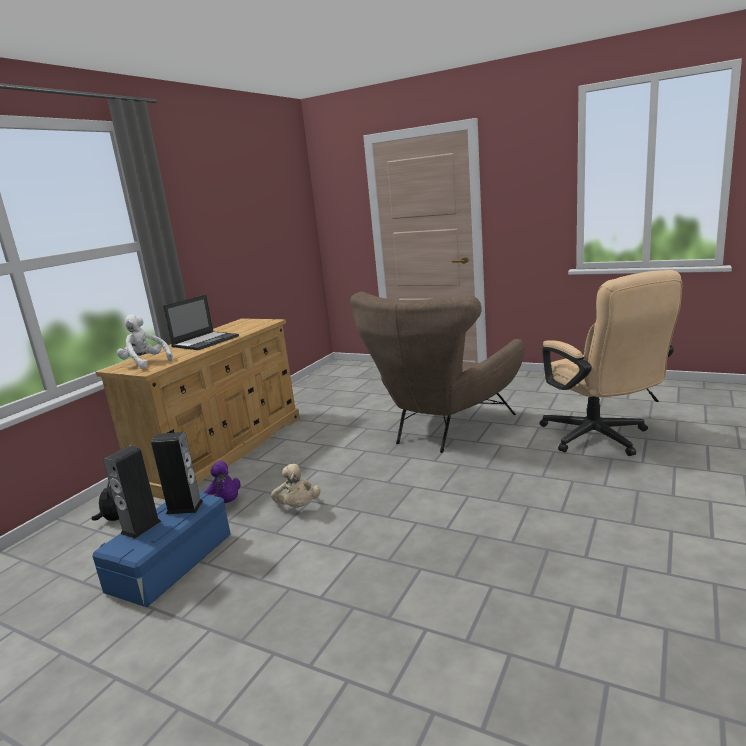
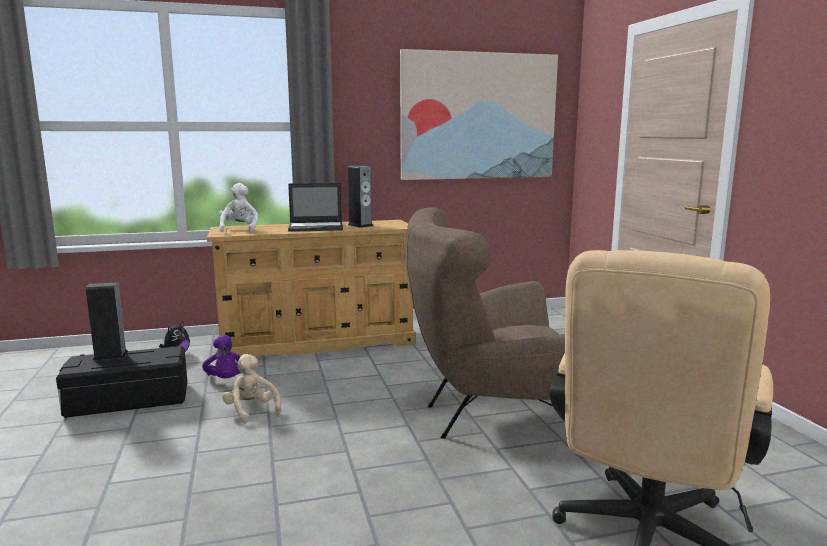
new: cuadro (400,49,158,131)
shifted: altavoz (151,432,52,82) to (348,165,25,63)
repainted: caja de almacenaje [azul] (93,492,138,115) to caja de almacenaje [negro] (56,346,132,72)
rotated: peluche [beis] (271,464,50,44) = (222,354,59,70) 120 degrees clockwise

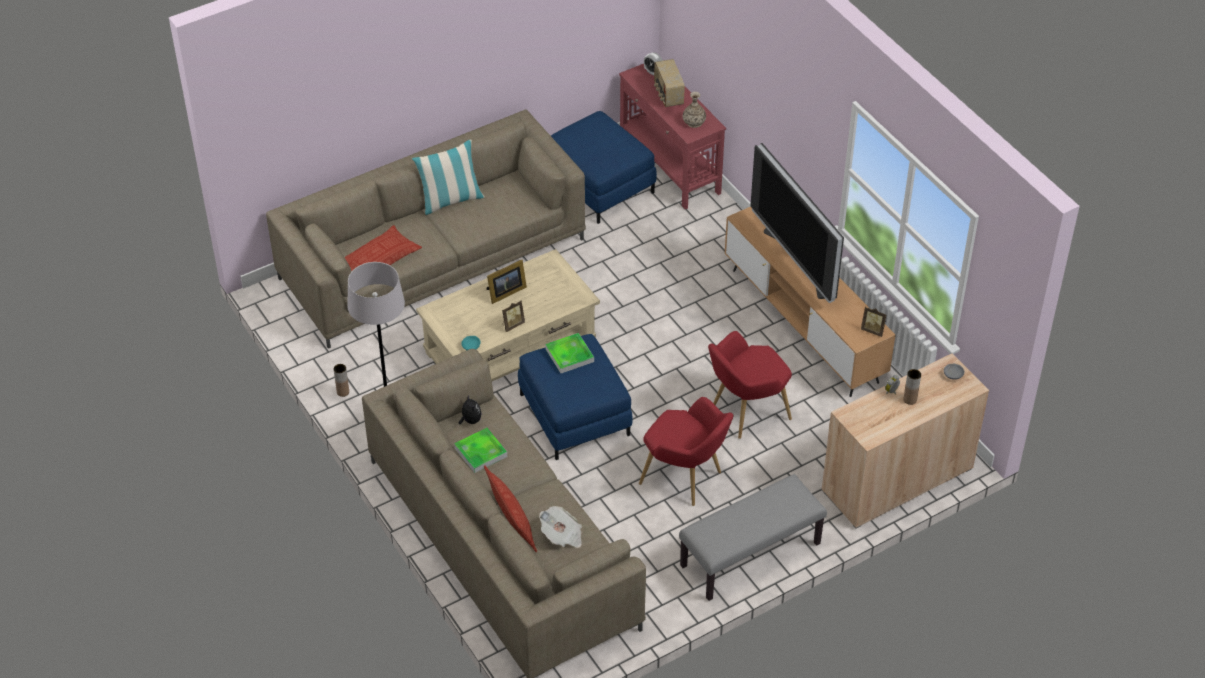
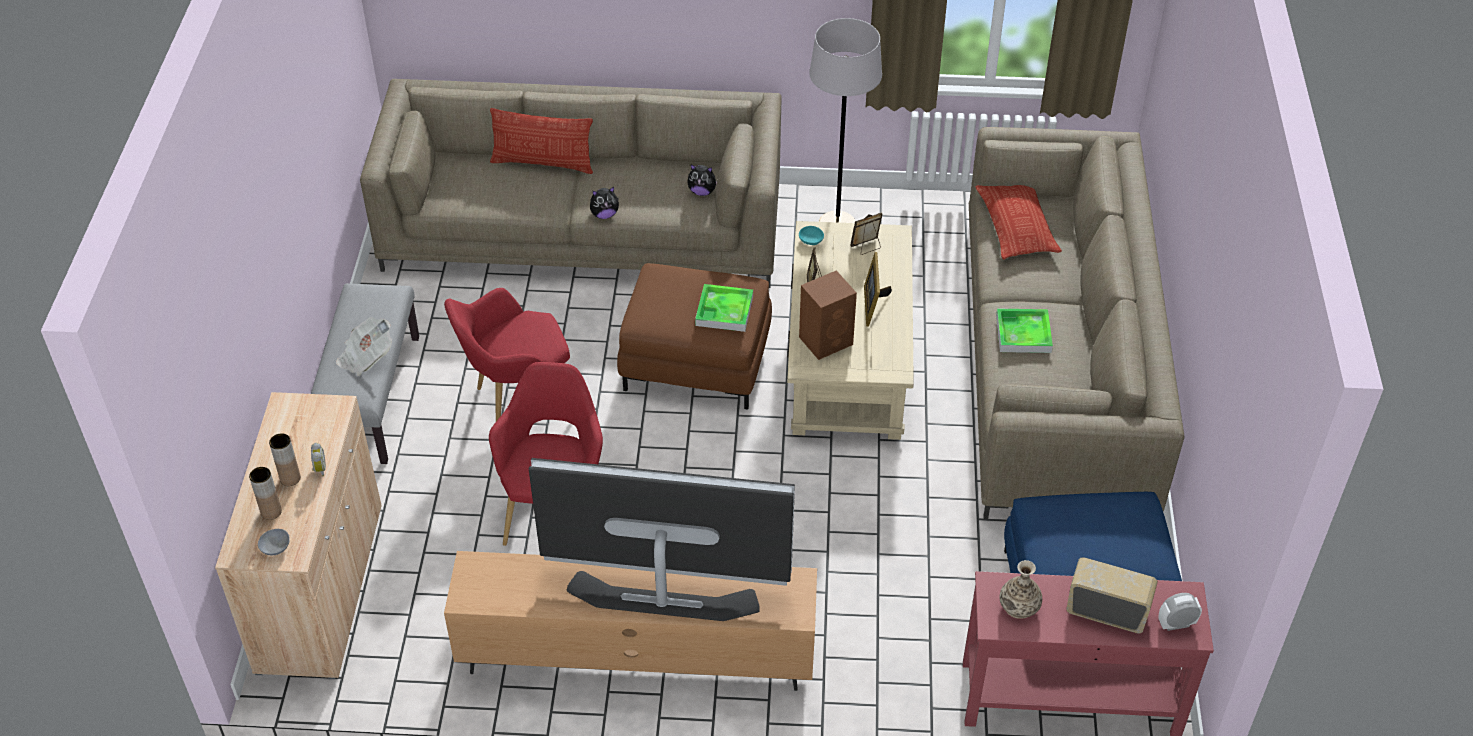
gone: cojín (412,140,73,75)
new: peluche (590,187,29,32); altavoz [marrón] (799,270,58,90)
shifted: florero [marrón] (334,364,15,33) to (249,467,33,53); bandeja (454,428,53,45) to (996,309,57,44); periódico (539,506,43,42) to (336,317,56,59); portarretratos (861,307,26,30) to (850,213,32,42)
repainted: puf [azul] (518,334,115,126) to puf [marrón] (617,263,155,147)

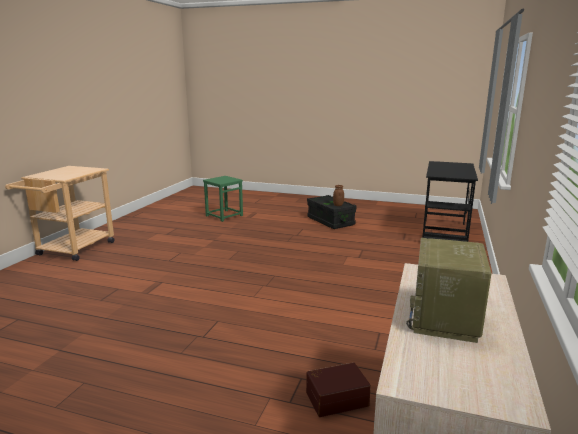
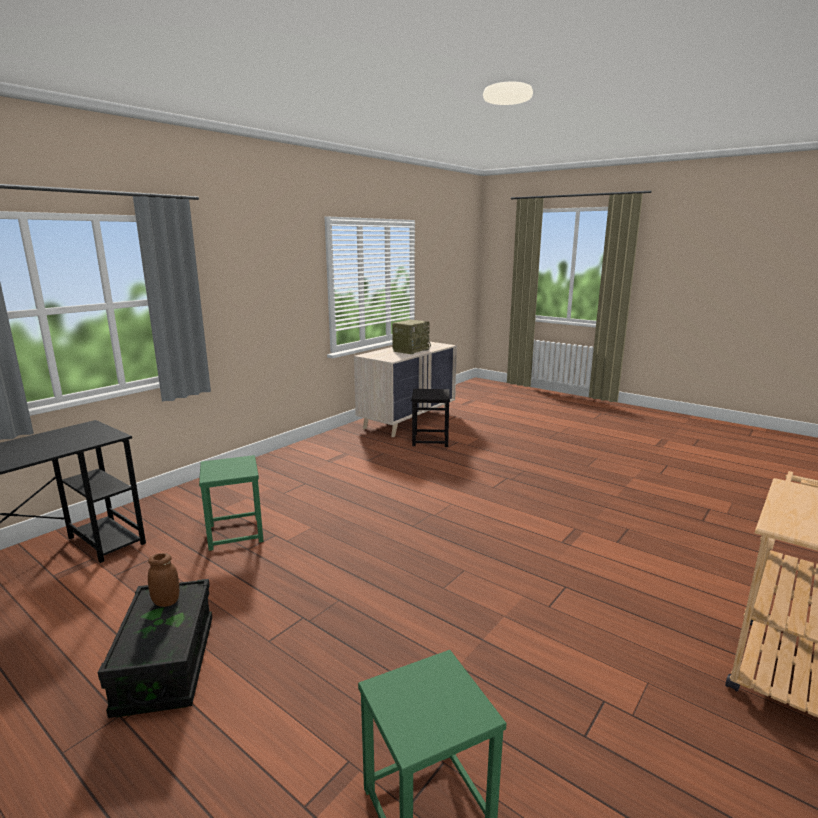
new: taburete [verde] (199,455,65,96)
swapped: caja de almacenaje [marrón] (306,363,65,54) to taburete [negro] (412,389,38,58)

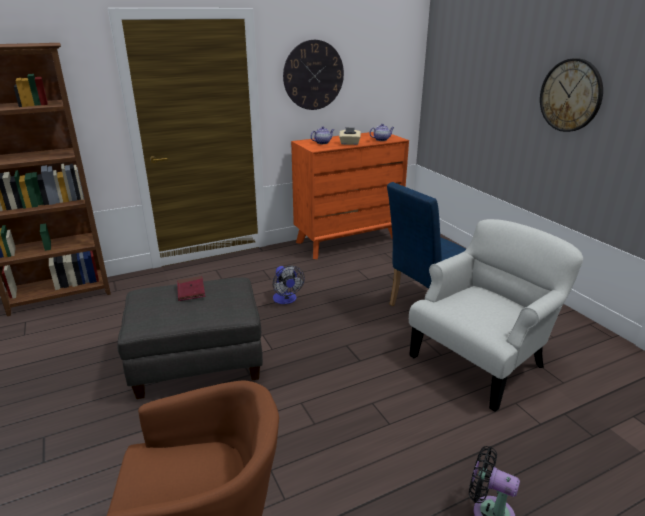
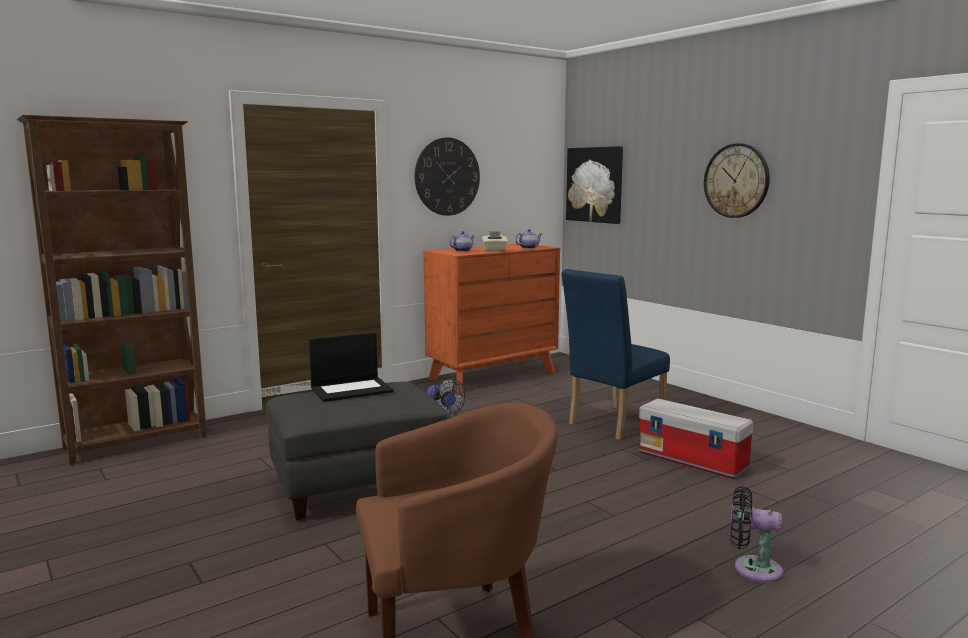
new: cuadro (566,146,57,78)
swapped: libro [rojo] (177,276,28,25) to portátil (309,332,84,70); sillón [blanco] (409,219,174,193) to caja de almacenaje (639,398,115,81)

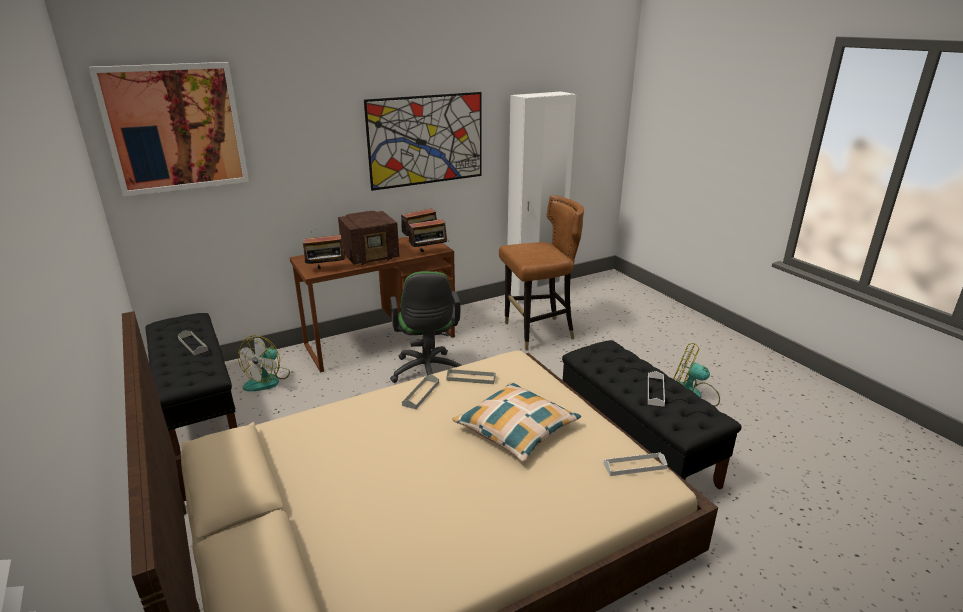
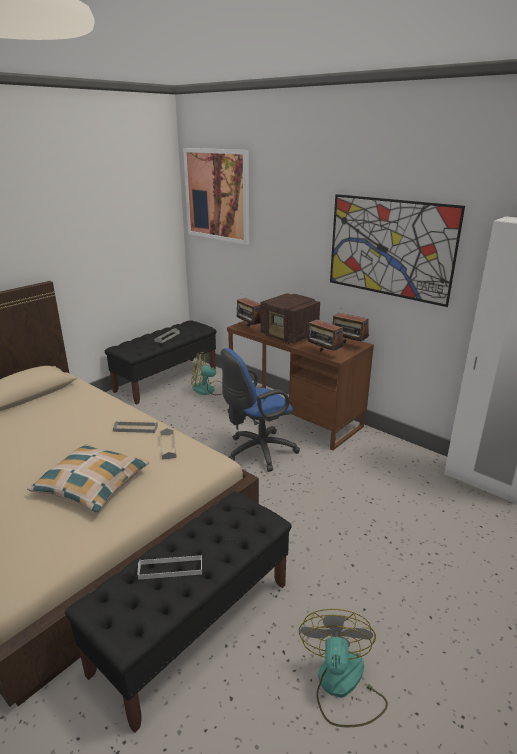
gone: silla [marrón] (499,195,85,155); bandeja [blanco] (603,452,64,24)
repainted: silla de oficina [verde] (390,271,72,112) to silla de oficina [azul] (221,348,79,124)

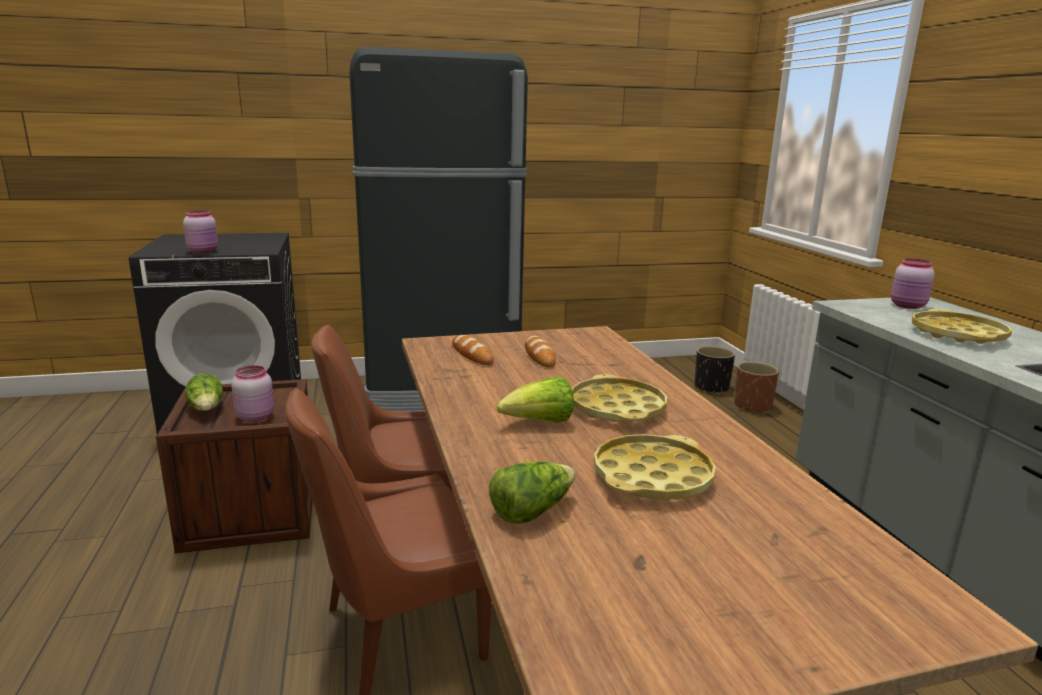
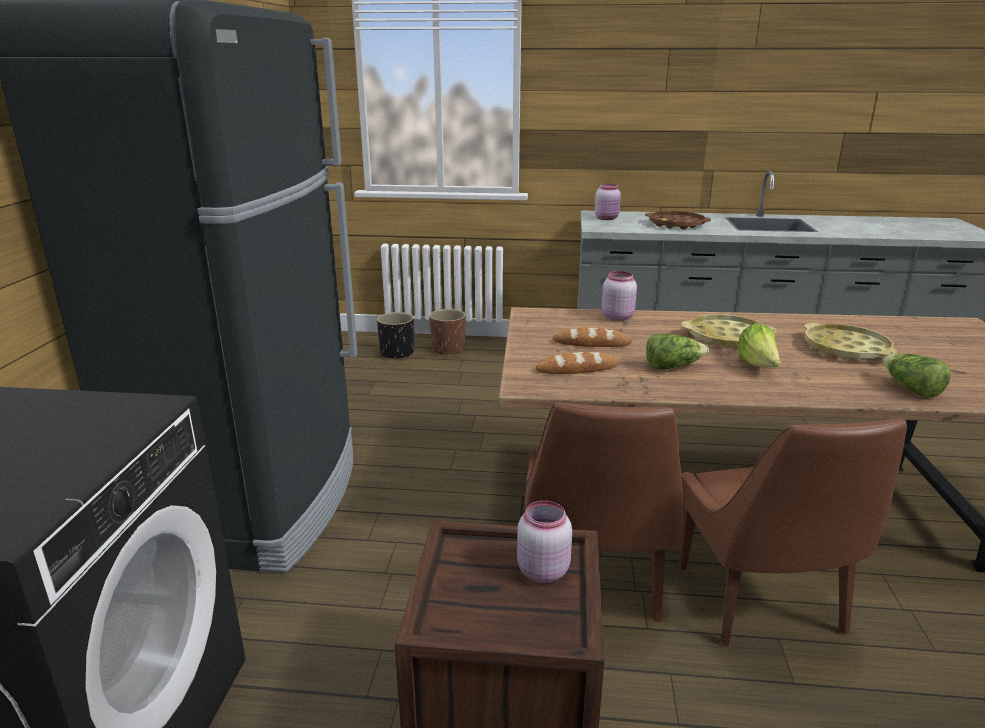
shifted: tarro [rosa] (183,210,35,43) to (602,271,35,50); lechuga (185,373,38,38) to (646,334,63,36)
repainted: bandeja [amarillo] (912,309,100,35) to bandeja [marrón] (645,211,66,19)

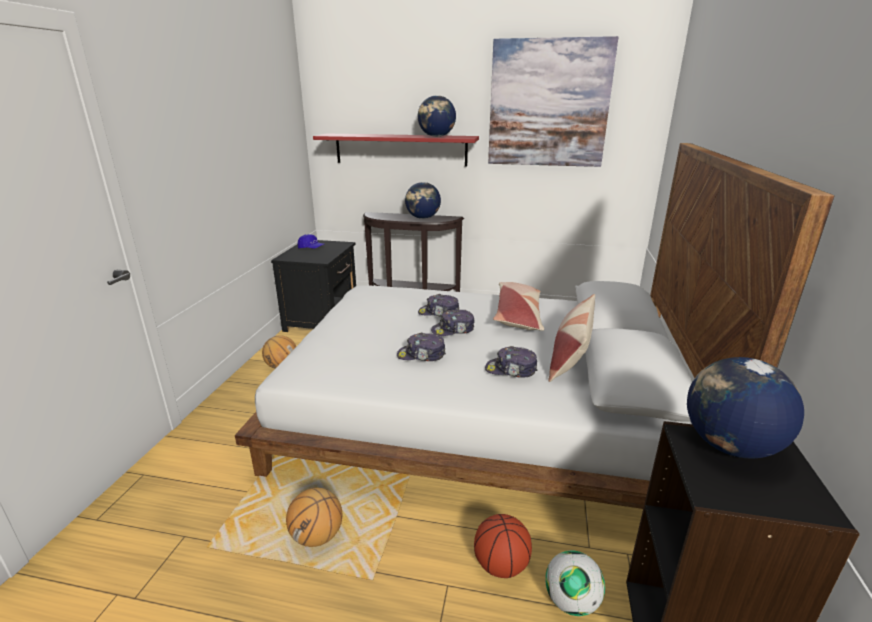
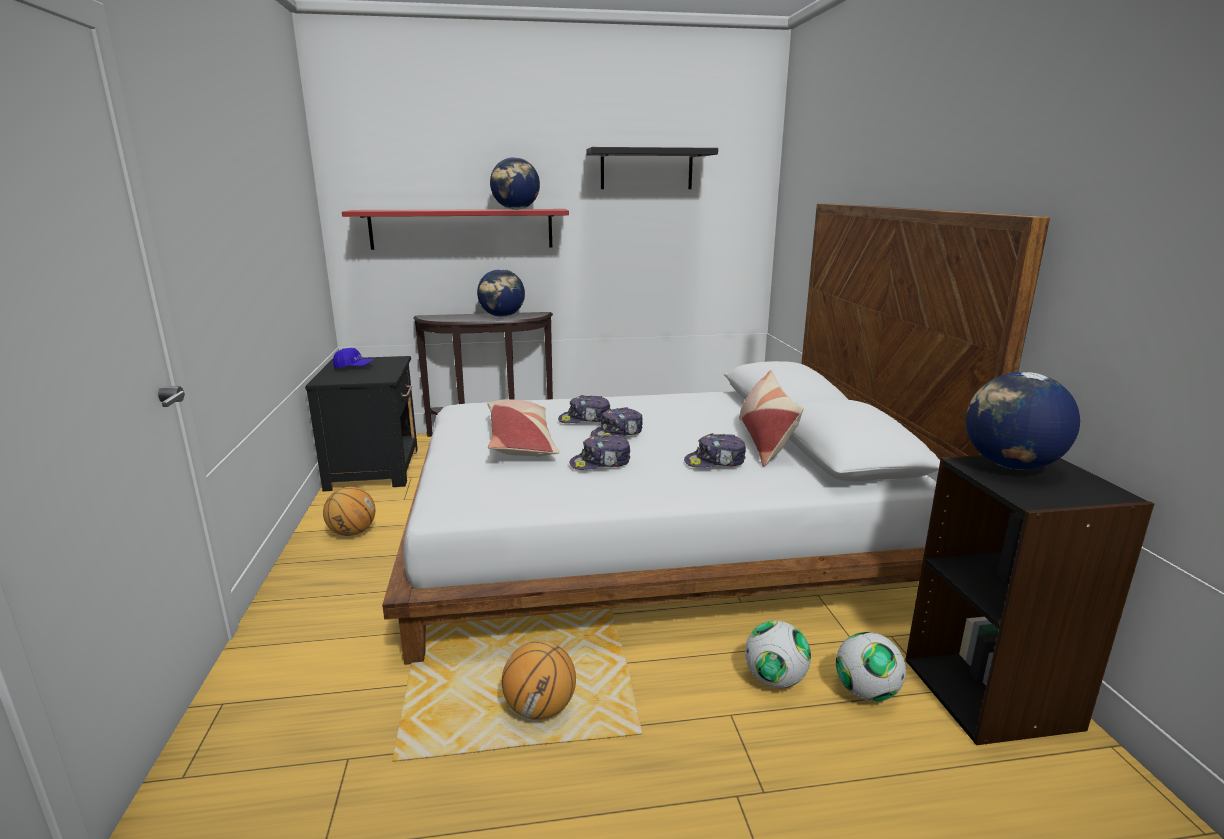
shifted: cojín (493,282,51,49) to (488,399,72,58)
swapped: balón de baloncesto (474,514,58,64) to balón de fútbol (745,621,66,67); cuadro (488,36,130,131) to estante [negro] (586,147,132,42)

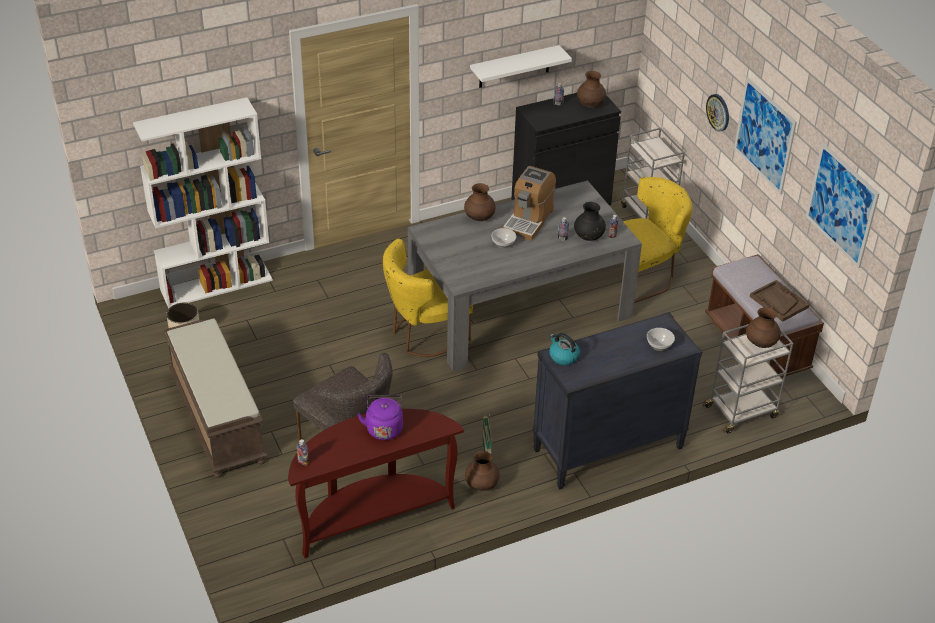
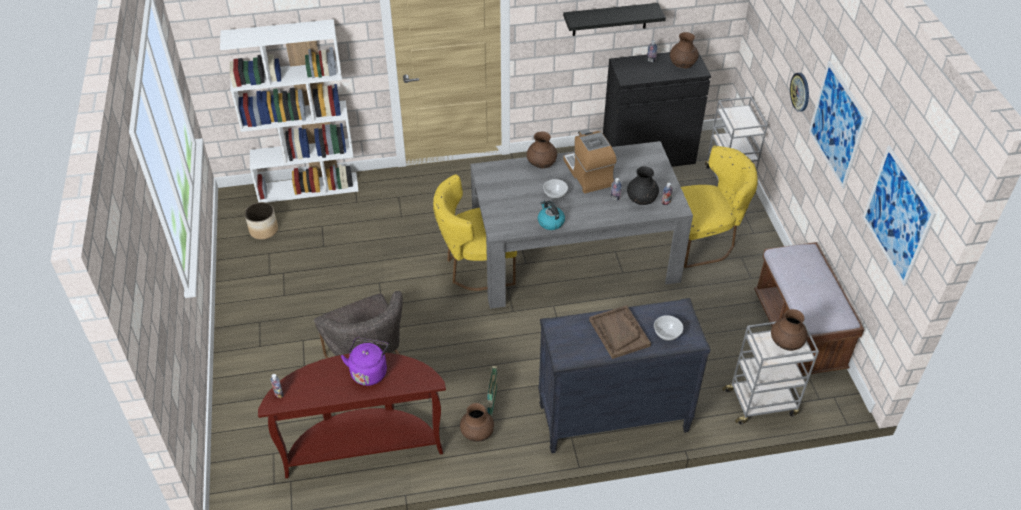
gone: banco [marrón] (163,318,104,160)
shifted: hervidor (549,333,31,32) to (538,201,27,29); bandeja [marrón] (750,280,59,42) to (589,305,62,54)
repainted: estante [blanco] (470,45,102,43) to estante [negro] (563,3,103,33)
rotated: cafetera (503,166,53,75) = (563,129,54,65) 120 degrees clockwise

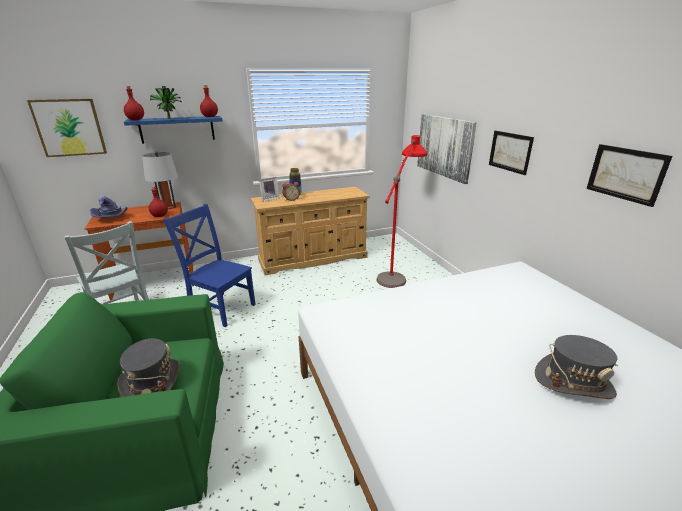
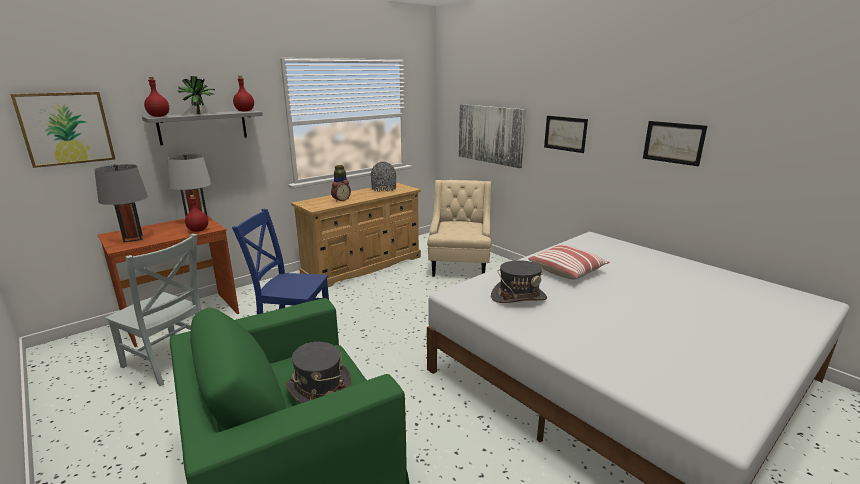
gone: portarretratos (259,177,21,25)
new: florero [gris] (371,161,25,31); cojín (528,245,82,34)
shifted: sombrero [gris] (535,335,83,64) to (491,260,56,43)
swapped: sombrero [morado] (89,196,38,22) to lámpara de mesa [gris] (94,164,54,79); lámpara de pie [rojo] (377,135,50,153) to sillón [beis] (427,180,65,96)
repainted: estante [azul] (124,116,98,28) to estante [gris] (142,110,121,35)

